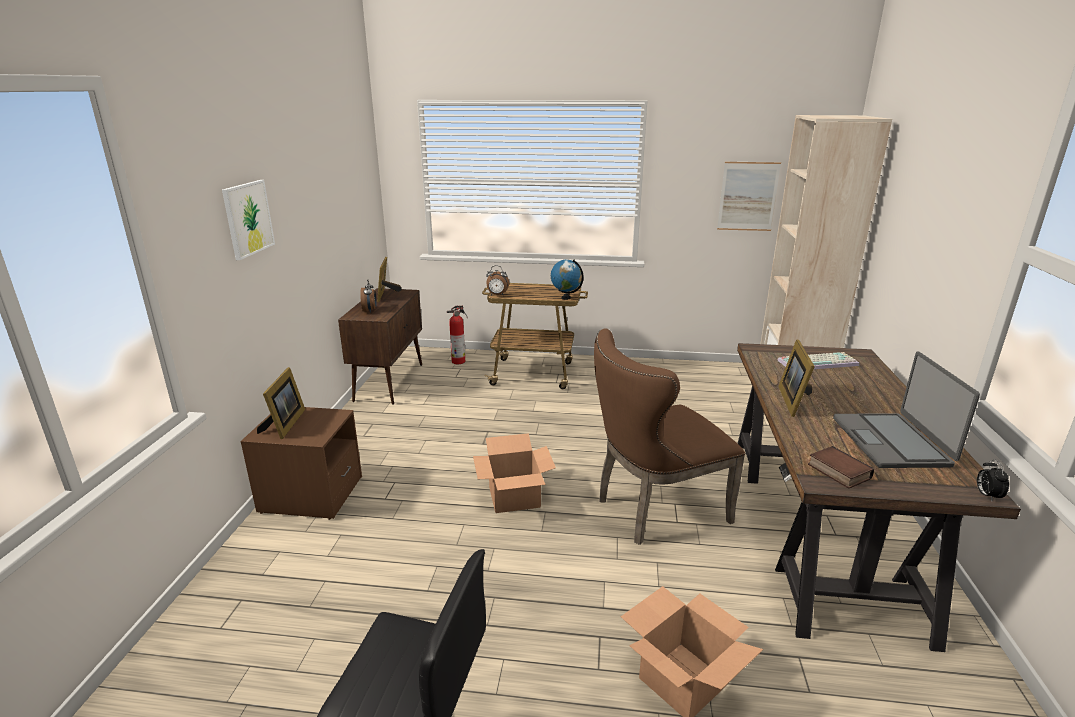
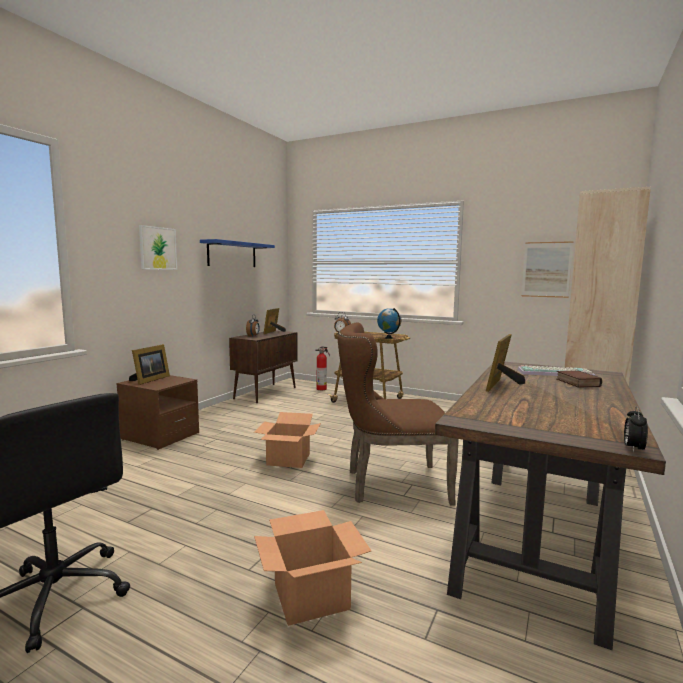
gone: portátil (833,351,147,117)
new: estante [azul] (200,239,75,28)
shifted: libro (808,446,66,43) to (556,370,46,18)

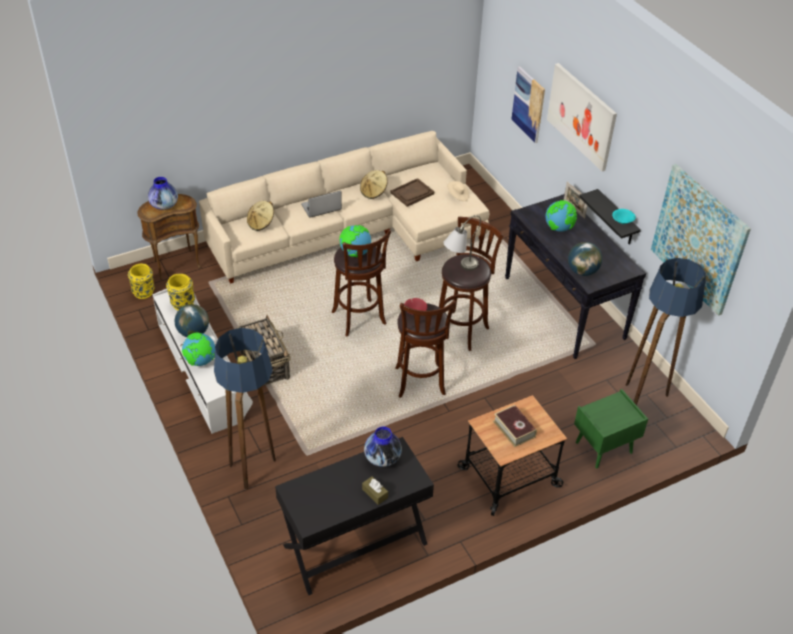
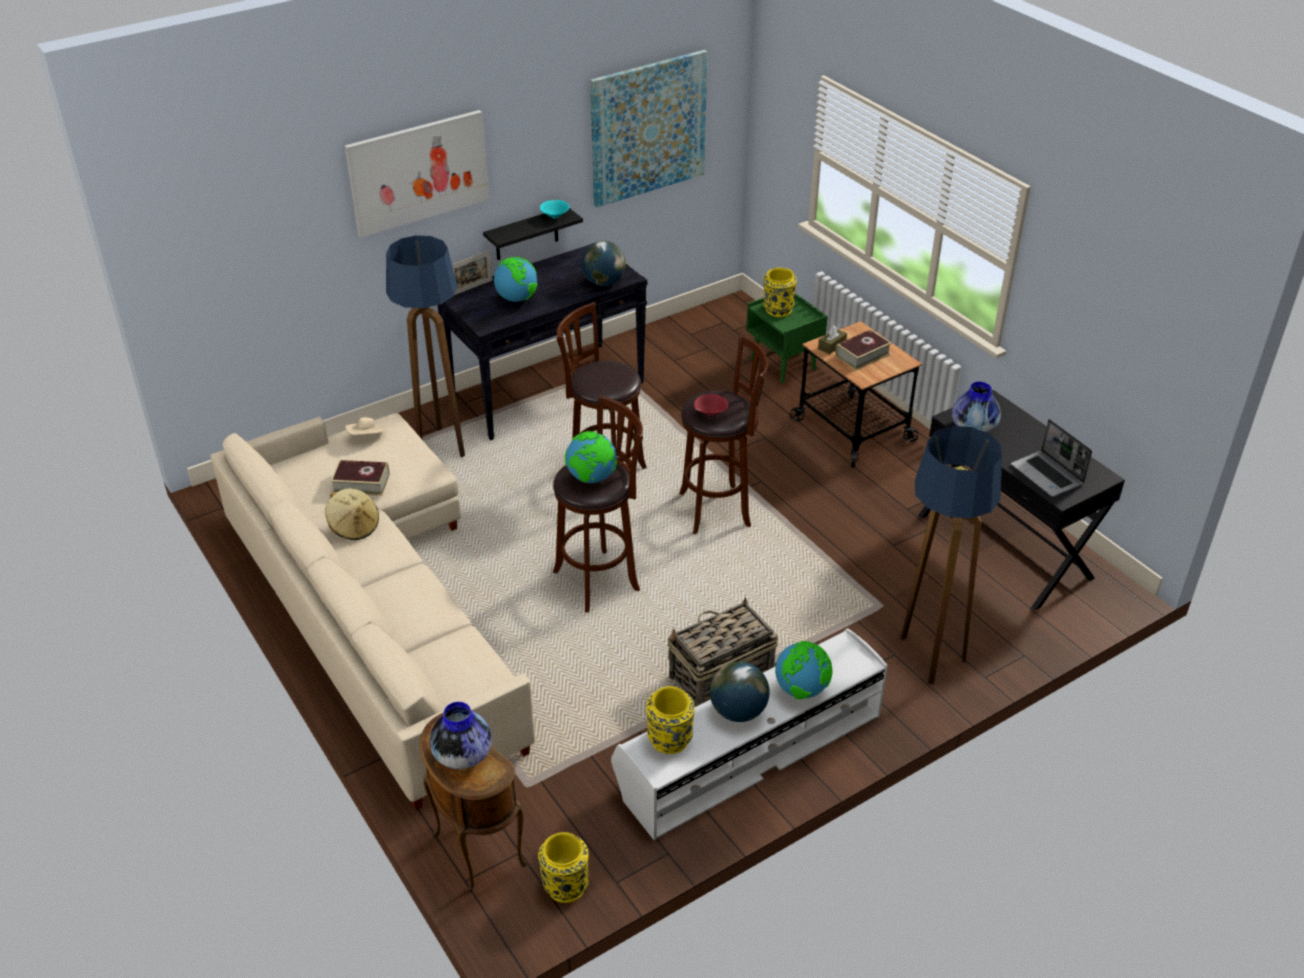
gone: sombrero [beis] (247,201,27,30); lámpara de mesa [gris] (443,215,38,56); cuadro (511,66,34,77)
new: florero [amarillo] (763,268,34,49)
shifted: portátil (301,191,41,26) to (1011,419,81,78); caja de pañuelos [marrón] (362,476,26,29) to (818,325,29,29); lámpara de pie (626,258,80,147) to (386,235,79,222)
swapped: bandeja [marrón] (391,178,43,29) to libro (331,460,59,36)

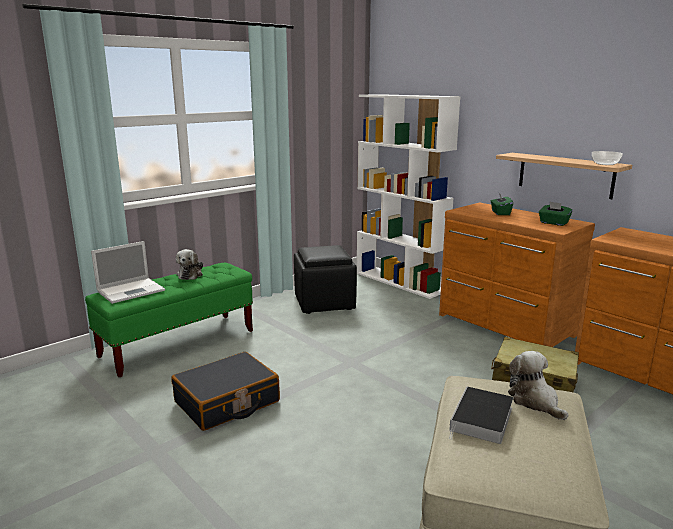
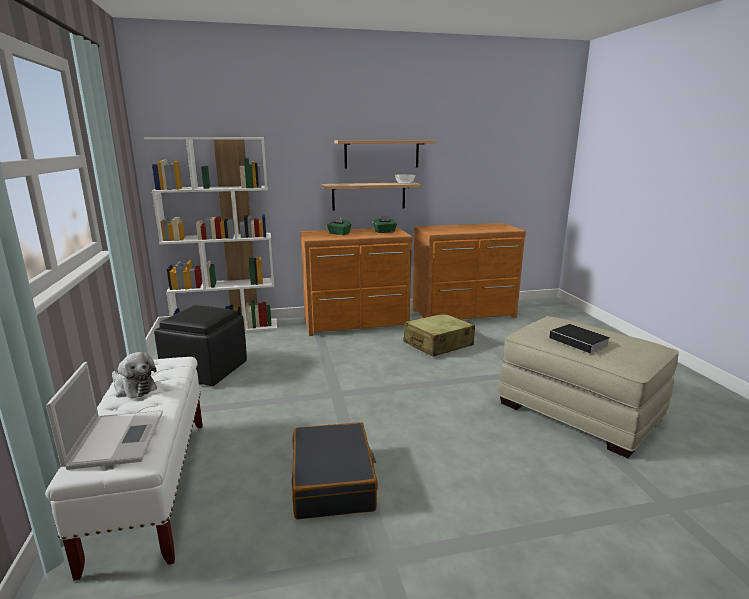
gone: peluche (508,351,60,69)
new: estante (334,140,102,28)
repainted: banco [verde] (85,262,168,115) to banco [blanco] (45,357,158,224)

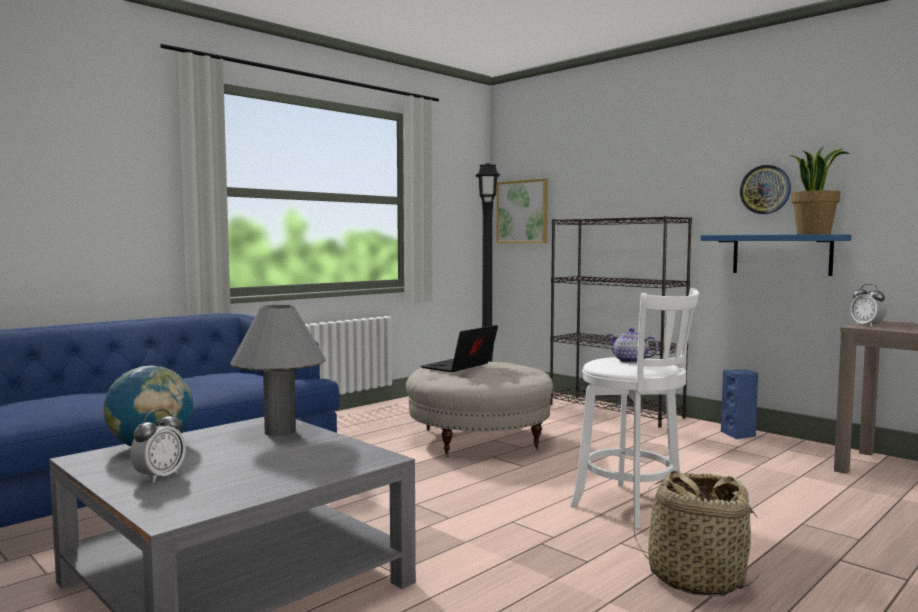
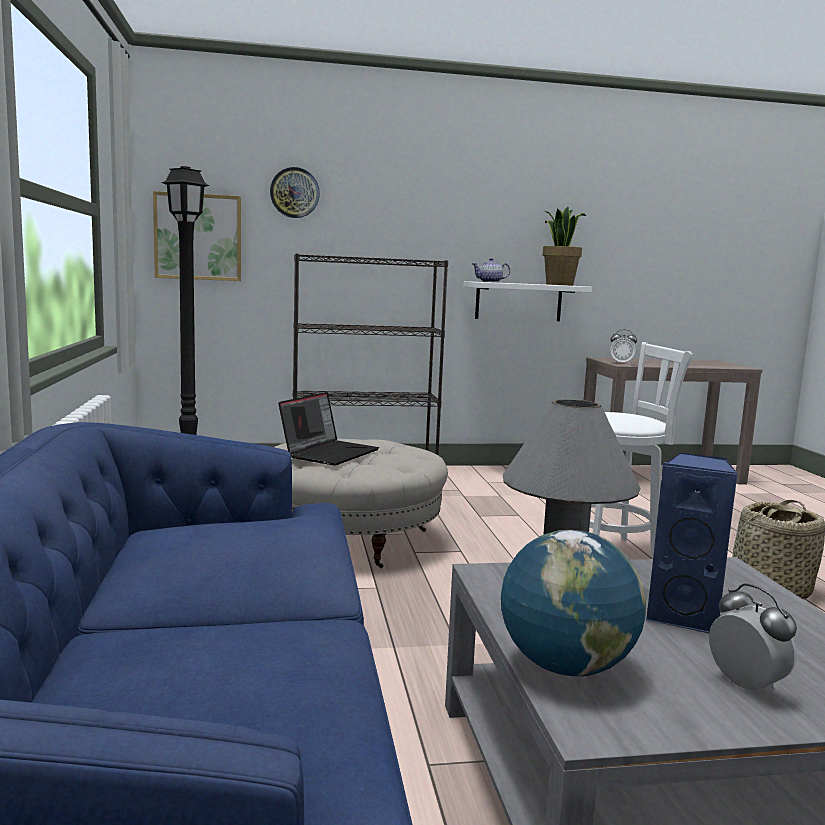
shifted: tetera (607,328,51,35) to (472,258,38,24); altavoz [azul] (721,370,37,69) to (646,452,93,181); reloj de pared (740,165,51,49) to (270,167,50,51)
repainted: estante [azul] (700,234,151,42) to estante [blanco] (464,281,128,40)
rotated: portátil (421,325,77,47) = (278,392,101,74) 135 degrees counterclockwise

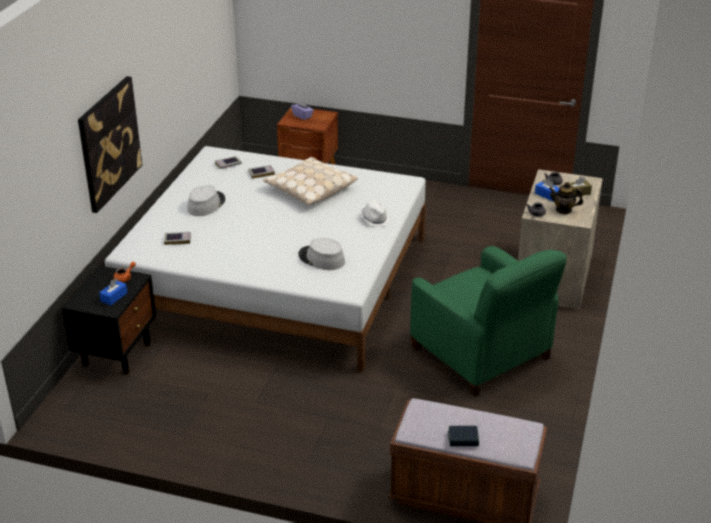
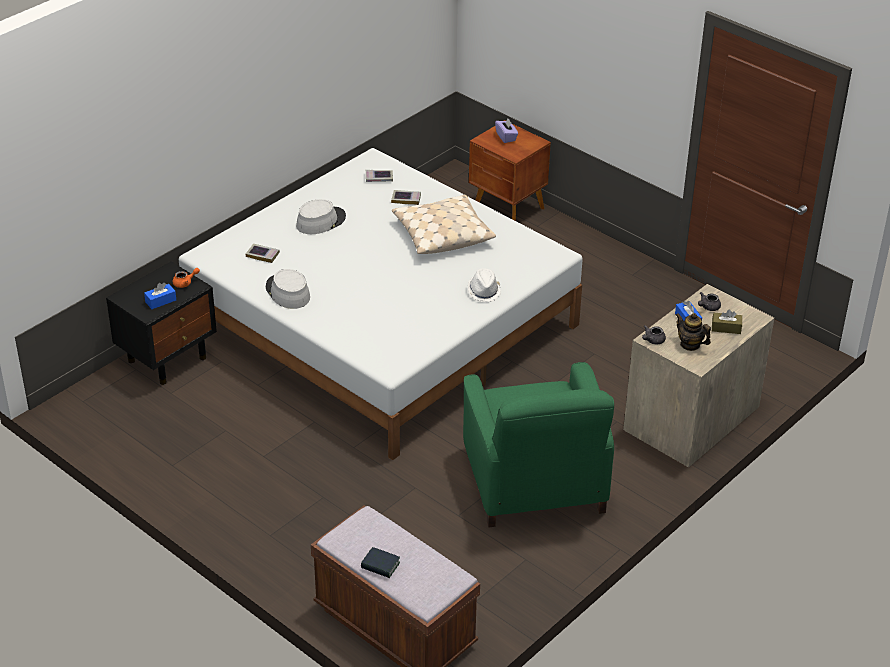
gone: cuadro (78,76,64,137)
shifted: sombrero [gris] (299,238,46,32) to (266,269,44,40)

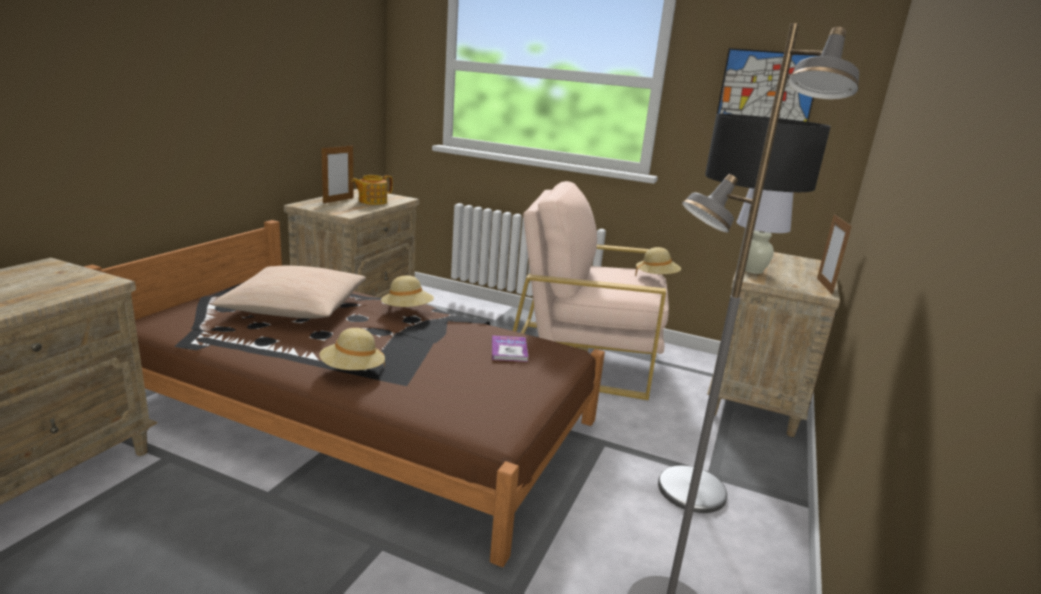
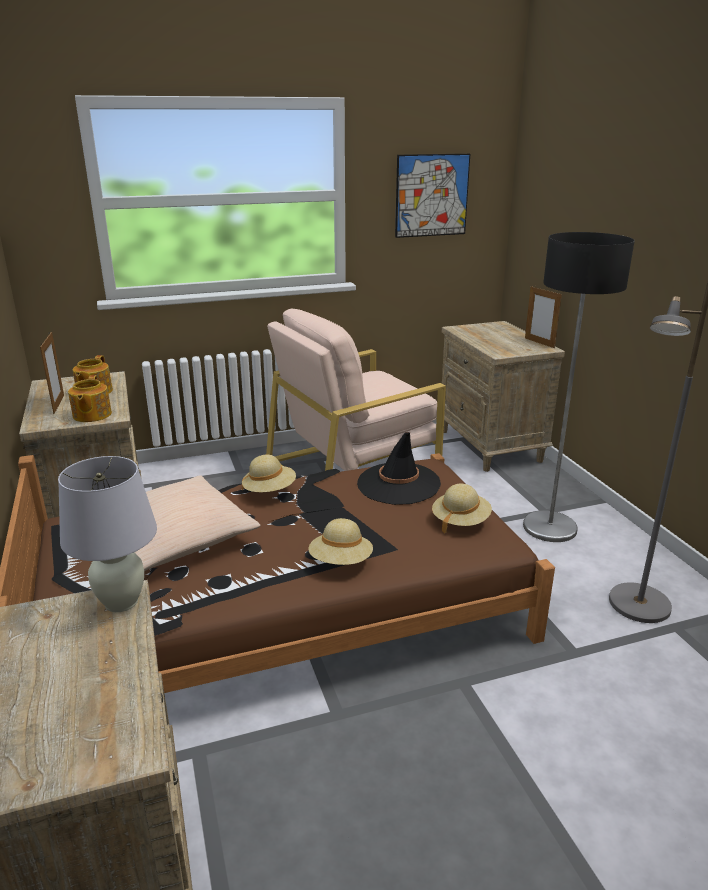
new: tetera (68,375,44,47)
shifted: sombrero [beis] (635,247,46,30) to (432,484,60,49); lámpara de mesa [blanco] (737,188,56,86) to (58,456,99,156)
swapped: libro (492,335,36,27) to sombrero [negro] (357,432,84,73)

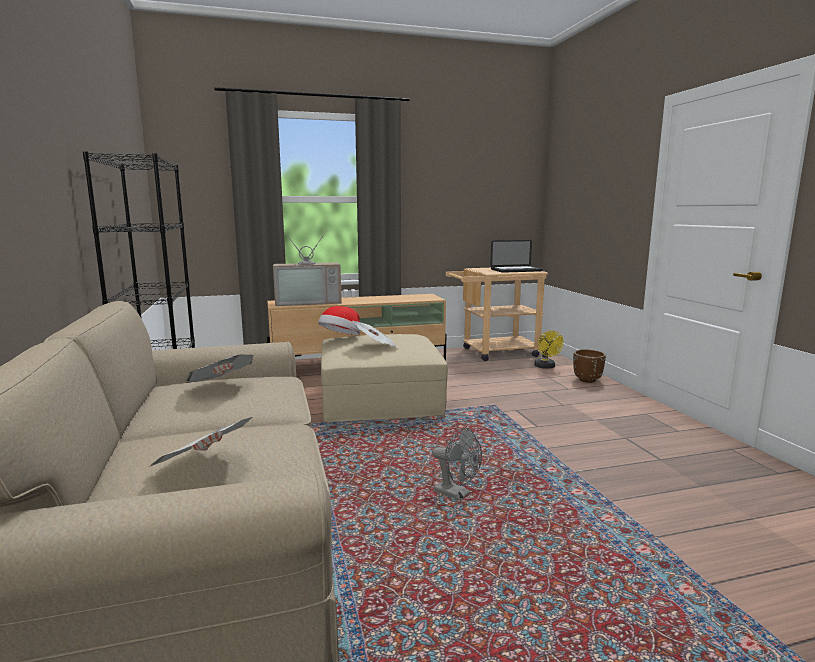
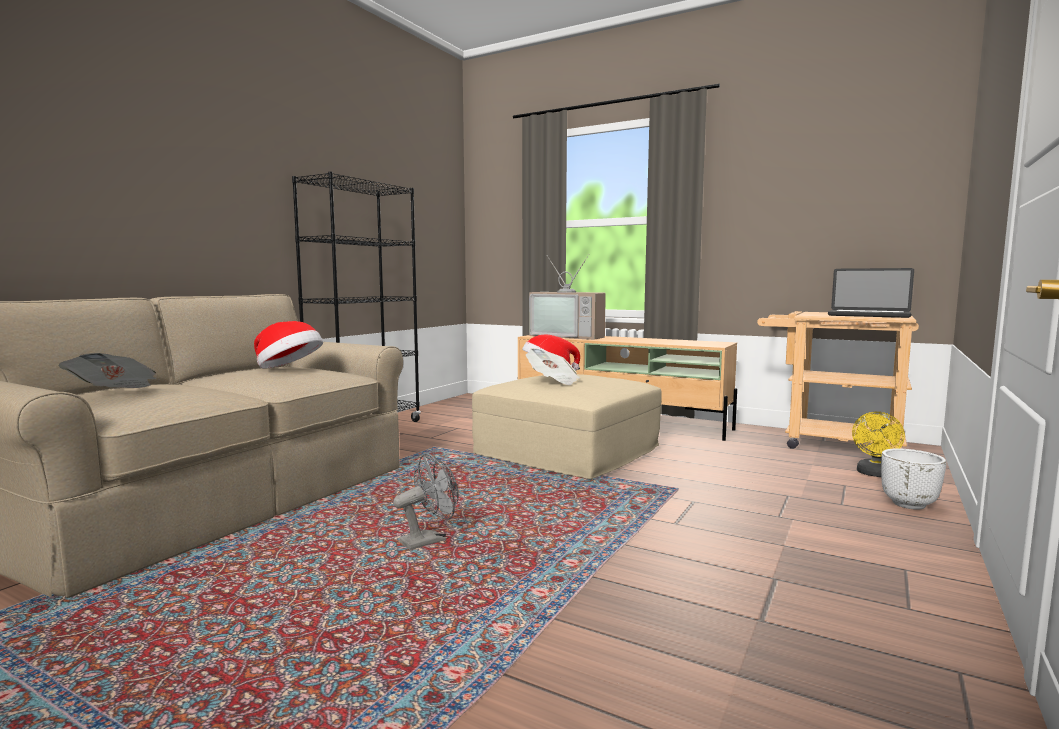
swapped: periódico (186,354,68,29) to sombrero (254,321,69,47)
repainted: maceta [marrón] (573,349,33,34) to maceta [blanco] (881,449,65,61)
rotated: ventilador [gris] (432,428,50,73) = (393,454,66,96) 120 degrees counterclockwise

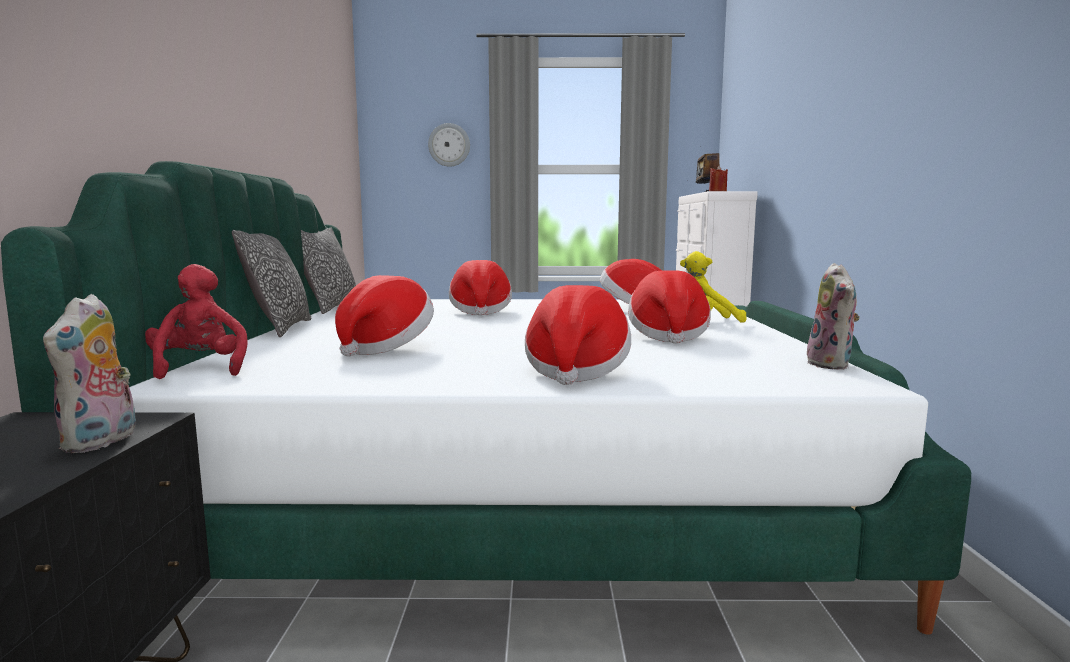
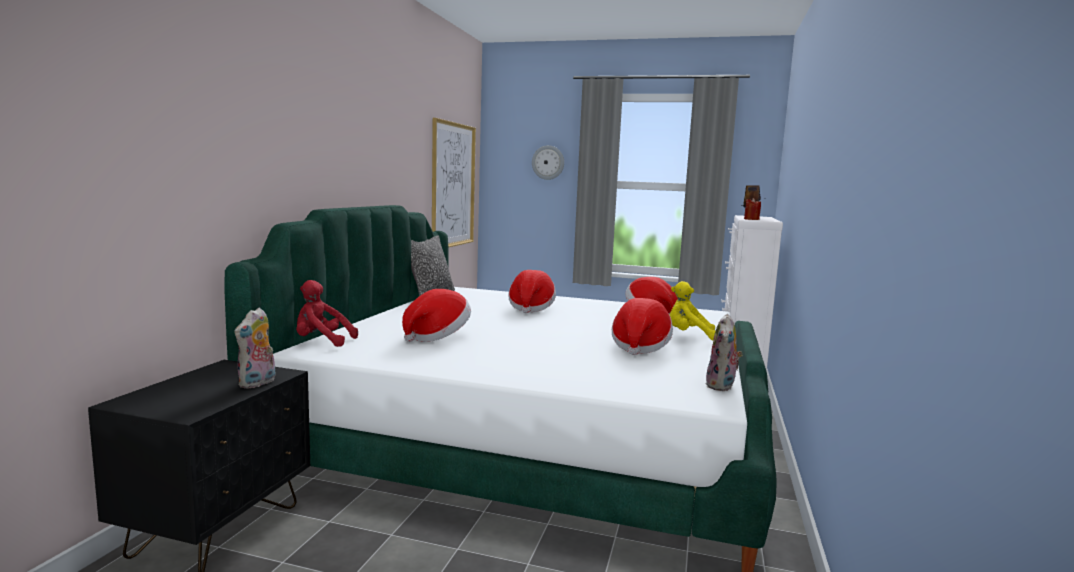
gone: cojín (232,230,79,107); sombrero (525,285,106,100)
new: cuadro (432,118,44,130)
rotated: peluche [rojo] (145,264,103,115) = (296,280,62,67) 75 degrees counterclockwise

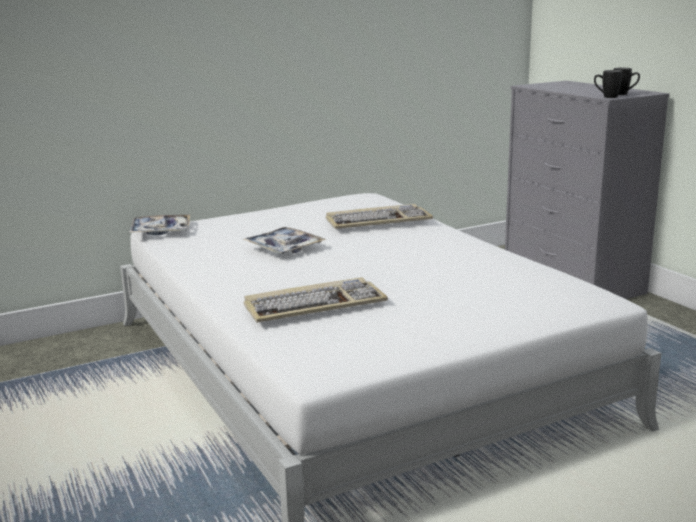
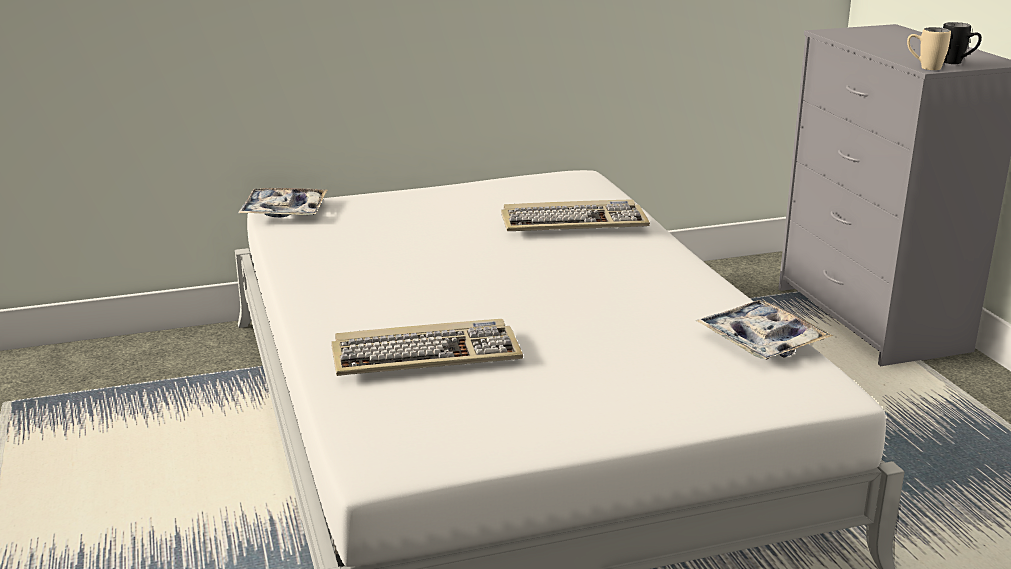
shifted: bandeja (242,227,84,27) to (696,300,137,59)
repainted: taza grande [negro] (594,70,28,28) to taza grande [beis] (907,27,44,43)

